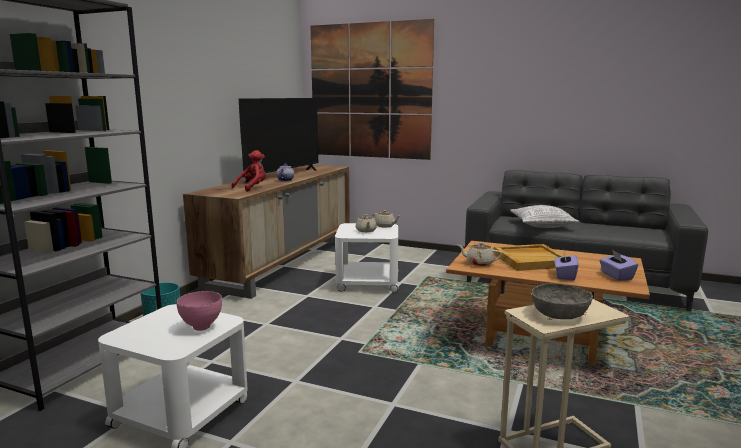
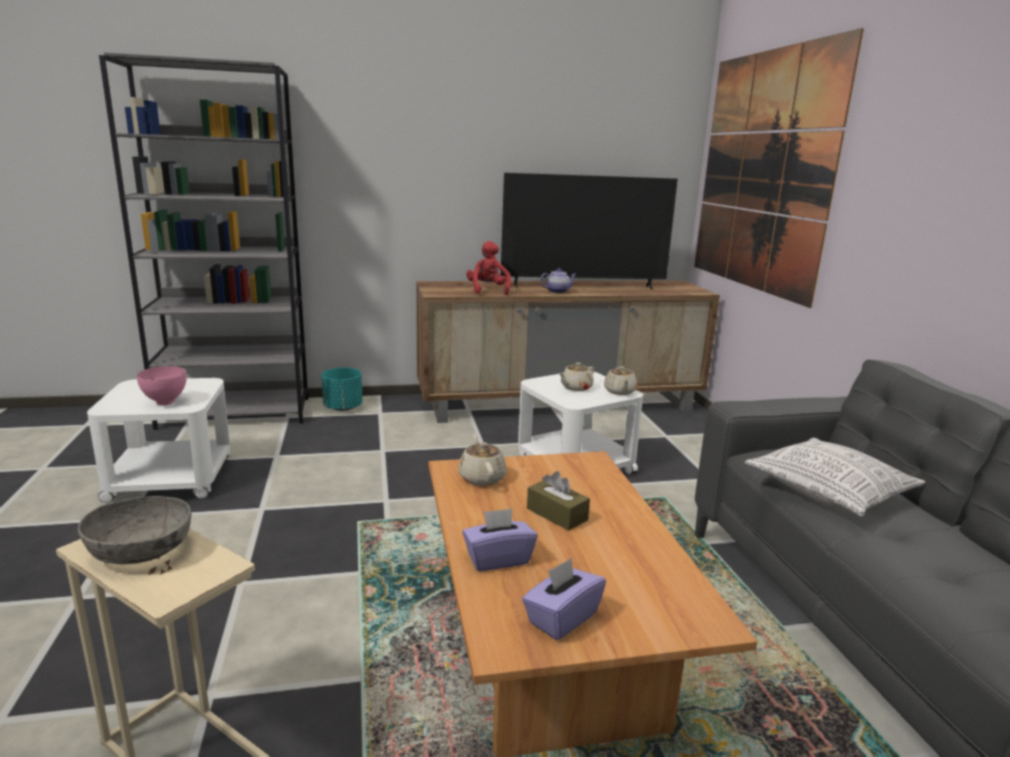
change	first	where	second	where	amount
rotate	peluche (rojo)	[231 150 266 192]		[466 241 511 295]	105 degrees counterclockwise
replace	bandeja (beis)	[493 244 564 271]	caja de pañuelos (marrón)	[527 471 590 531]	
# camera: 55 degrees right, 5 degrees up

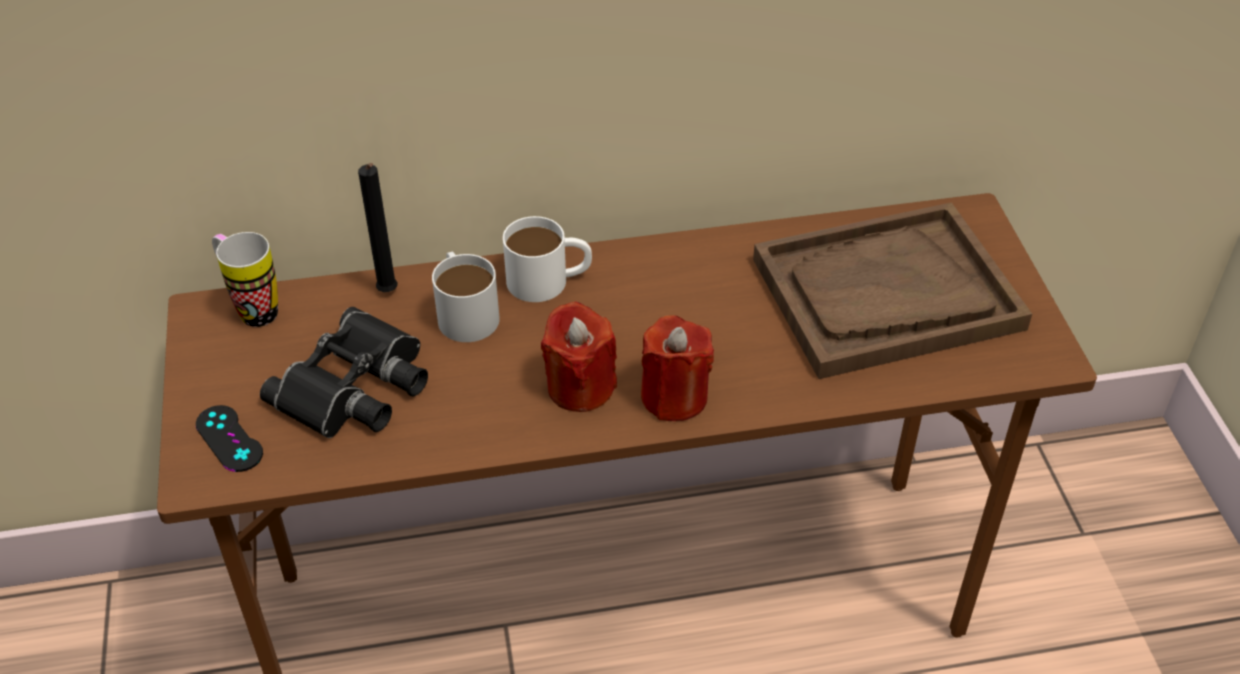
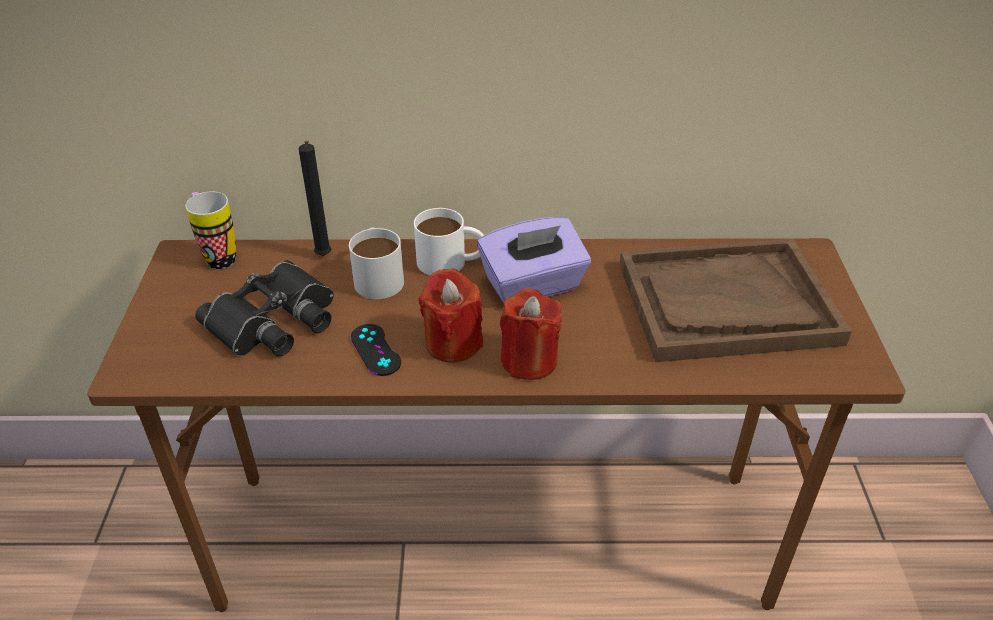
change	first	where	second	where	amount
move	mando de consola (negro)	[196 405 263 472]		[351 324 401 376]	
insert			caja de pañuelos (morado)	[477 217 591 303]	
# camera: 10 degrees right, 5 degrees down

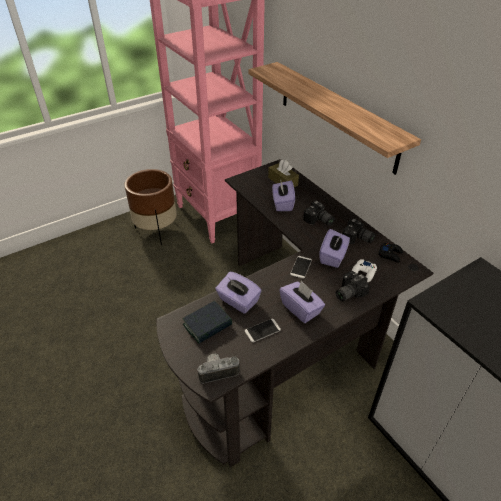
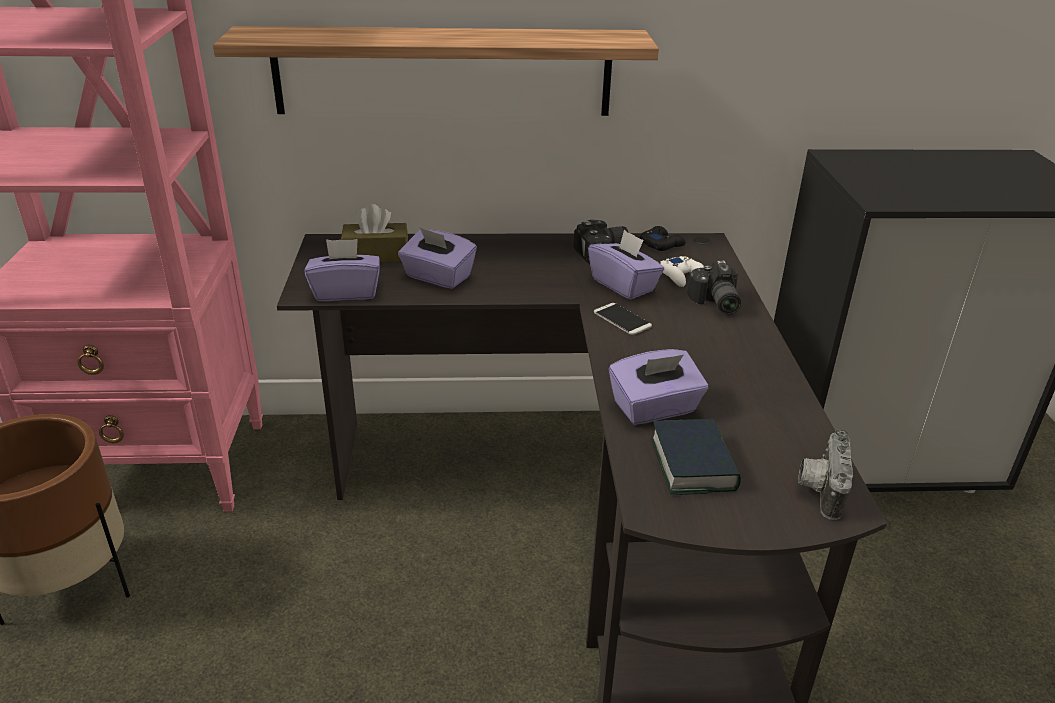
change	first	where	second	where	amount
move	caja de pañuelos (morado)	[280 280 325 323]		[305 239 380 301]	
delete	móvil	[245 319 281 342]			
delete	cámara	[303 201 335 226]			
# camera: 60 degrees left, 10 degrees down

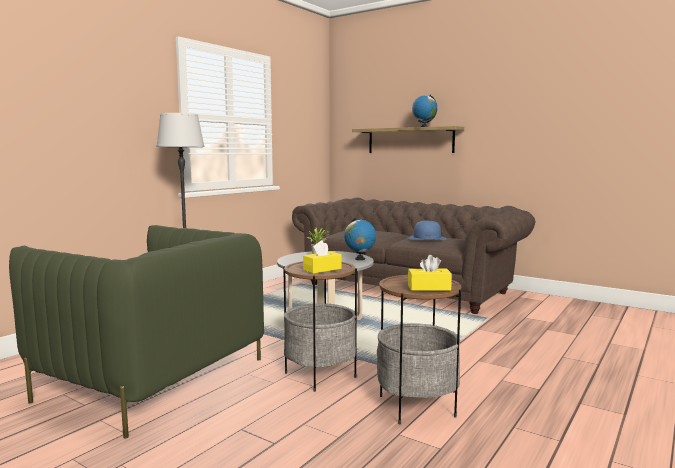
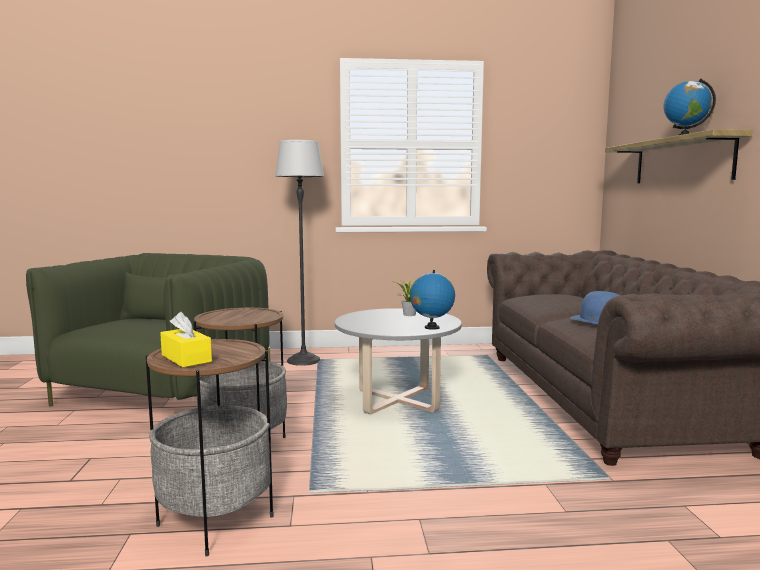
change	first	where	second	where	amount
rotate	sillón (verde)	[9 225 264 438]		[26 253 270 407]	150 degrees counterclockwise
delete	caja de pañuelos (amarillo)	[303 240 342 274]			
# camera: 50 degrees right, 0 degrees up

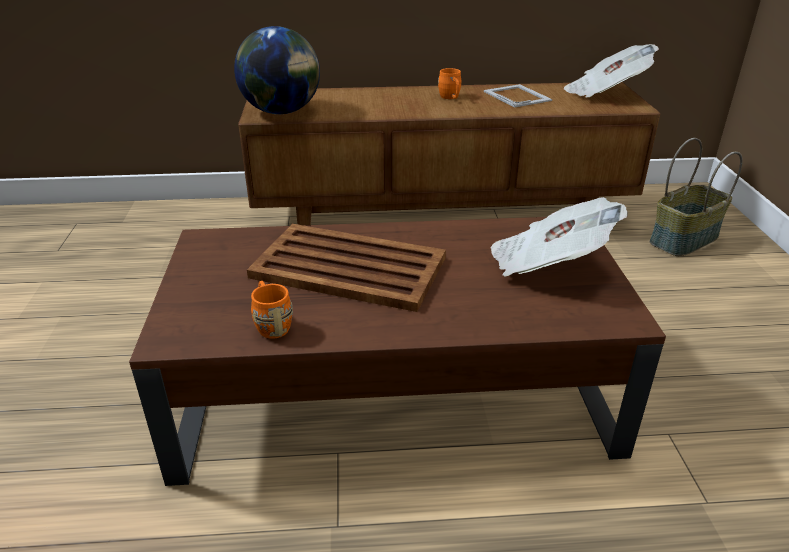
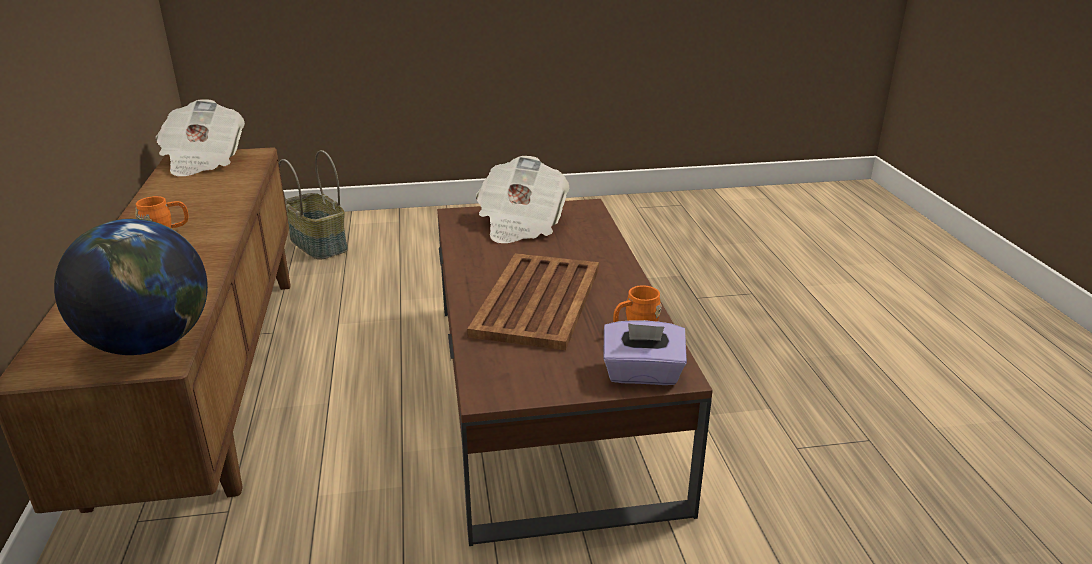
change	first	where	second	where	amount
insert			caja de pañuelos (morado)	[603 320 687 385]	
delete	portarretratos	[484 84 552 108]			
# camera: 95 degrees left, 5 degrees down

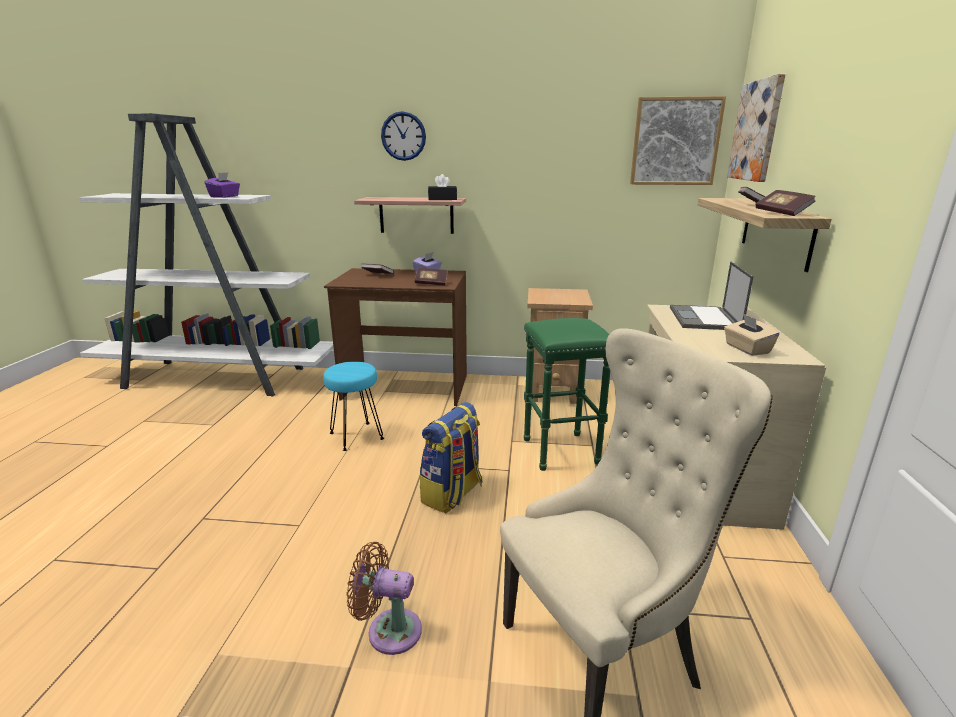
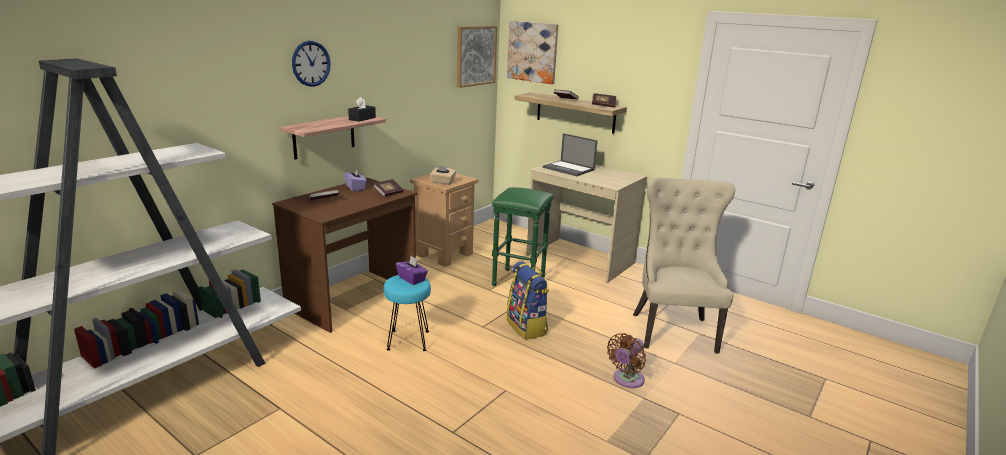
change	first	where	second	where	amount
move	caja de pañuelos (morado)	[204 173 240 198]		[396 256 428 285]	
move	caja de pañuelos (beis)	[724 313 780 356]		[430 165 456 185]	
# camera: 60 degrees left, 0 degrees up

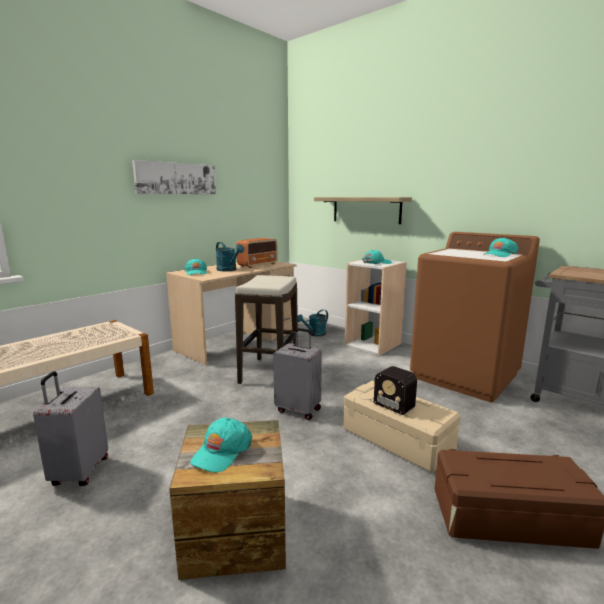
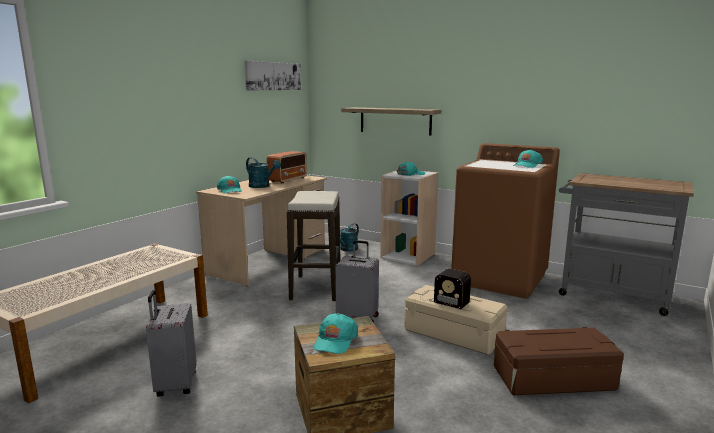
change	first	where	second	where	amount
move	cuadro	[132 160 216 194]		[244 61 301 90]	
# camera: 10 degrees left, 0 degrees up

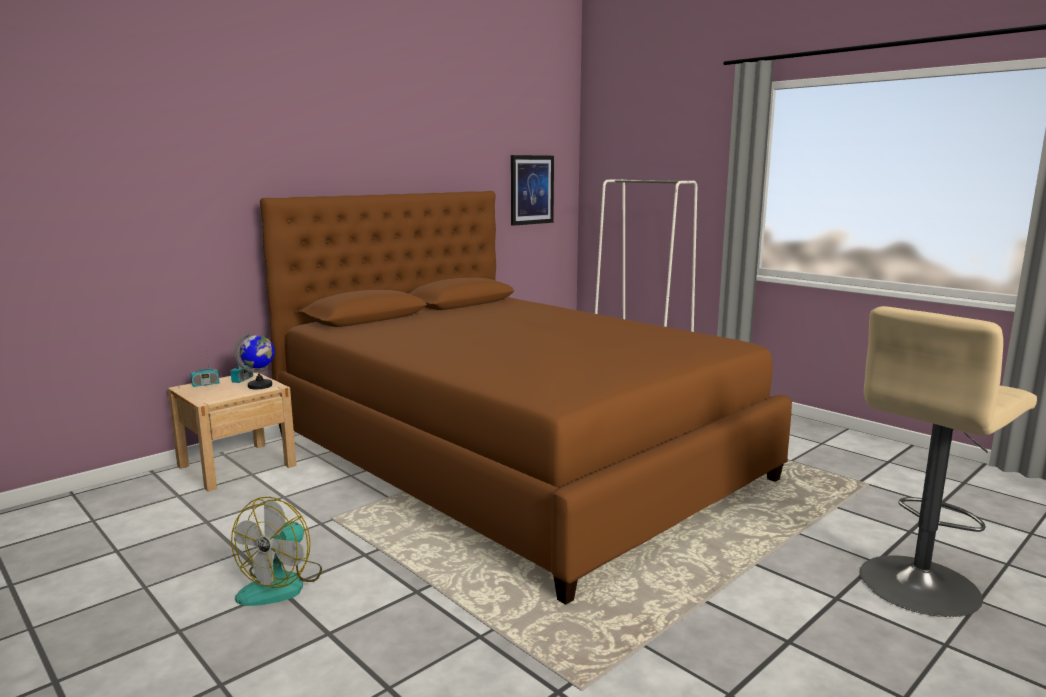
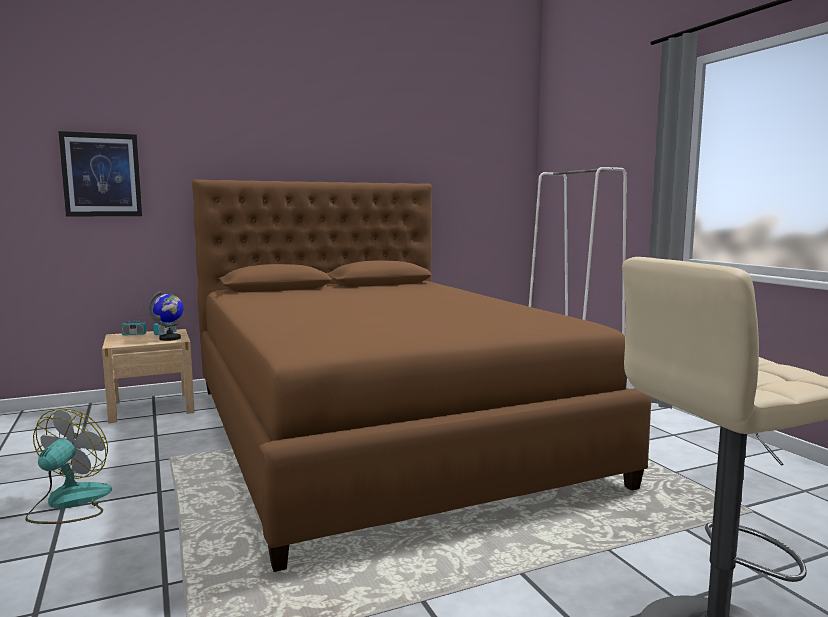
change	first	where	second	where	amount
rotate	ventilador	[231 497 322 606]		[25 409 112 524]	150 degrees clockwise
move	cuadro	[511 155 554 226]		[58 131 142 217]	
# camera: 20 degrees right, 5 degrees down

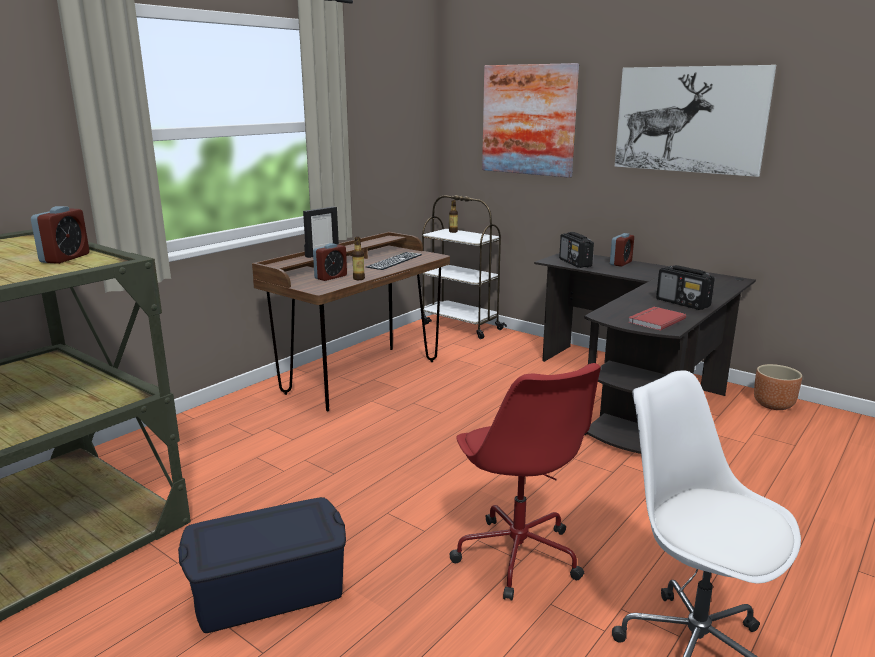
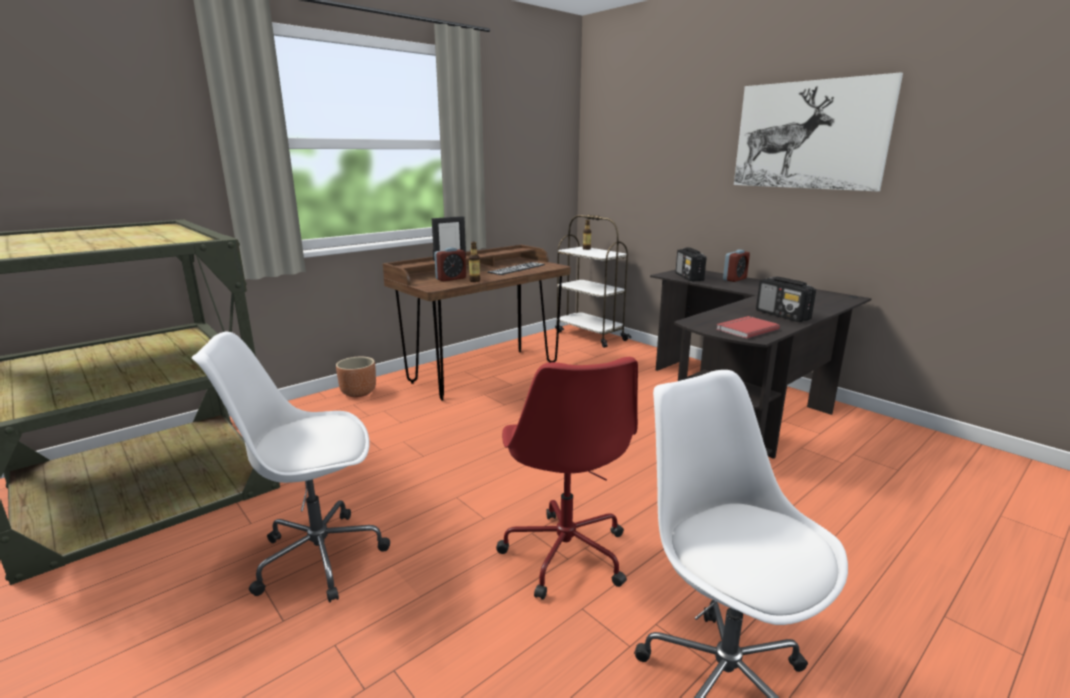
change	first	where	second	where	amount
replace	caja de almacenaje (azul)	[178 497 346 633]	silla de oficina (blanco)	[192 332 390 602]	
move	maceta (marrón)	[754 364 802 410]		[336 357 376 397]	
delete	despertador	[31 206 89 264]			
delete	cuadro	[482 63 579 178]			
# camera: 10 degrees right, 0 degrees up

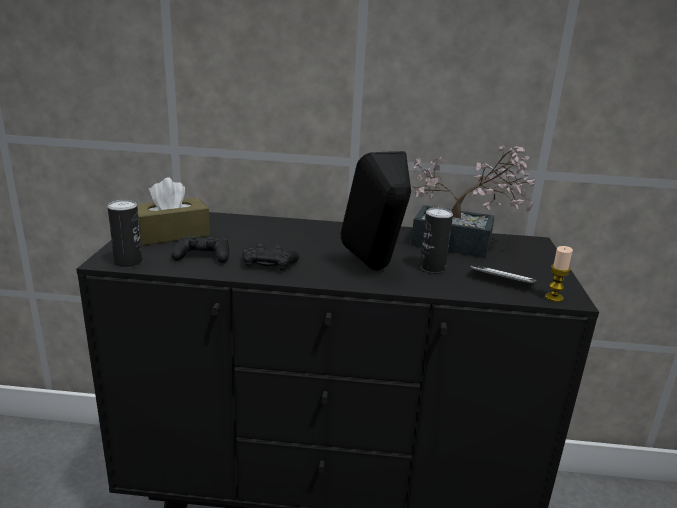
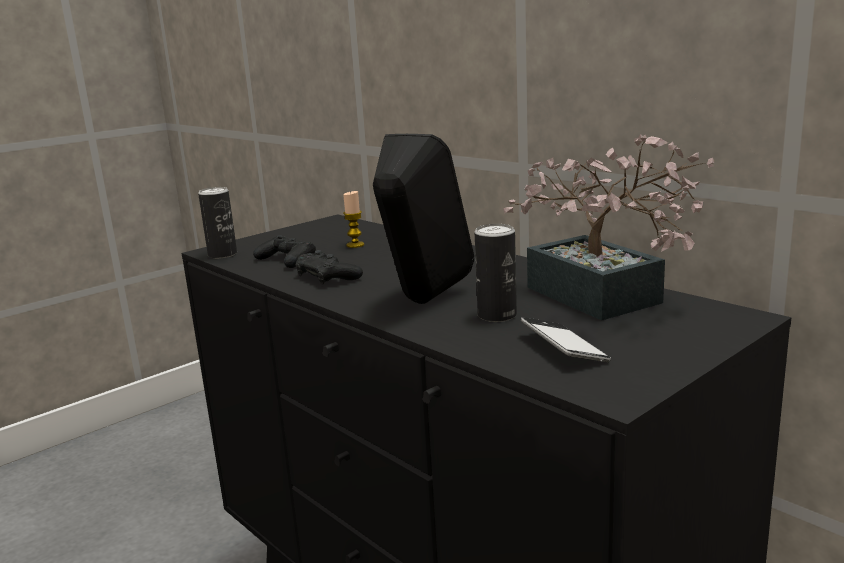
change	first	where	second	where	amount
move	vela	[545 246 573 302]		[343 191 364 248]	
delete	caja de pañuelos (marrón)	[137 177 210 245]			
# camera: 45 degrees right, 5 degrees down

